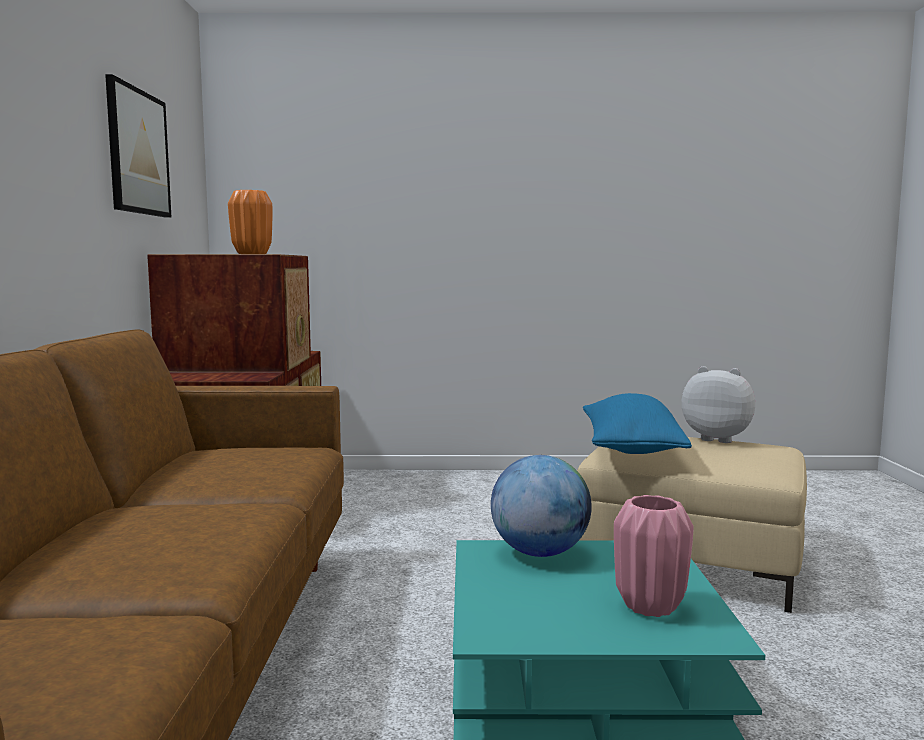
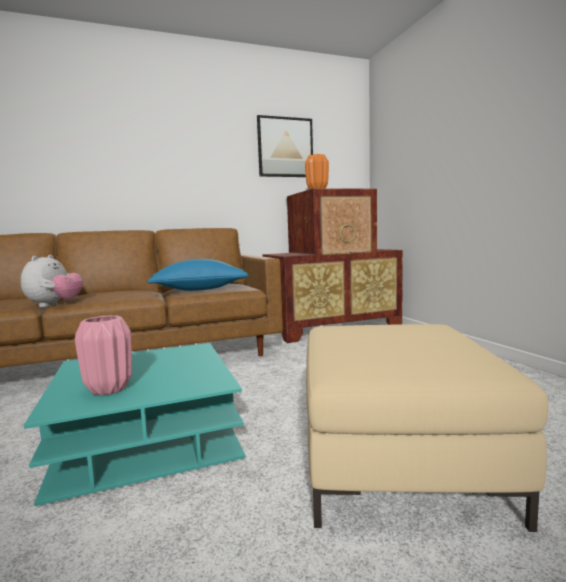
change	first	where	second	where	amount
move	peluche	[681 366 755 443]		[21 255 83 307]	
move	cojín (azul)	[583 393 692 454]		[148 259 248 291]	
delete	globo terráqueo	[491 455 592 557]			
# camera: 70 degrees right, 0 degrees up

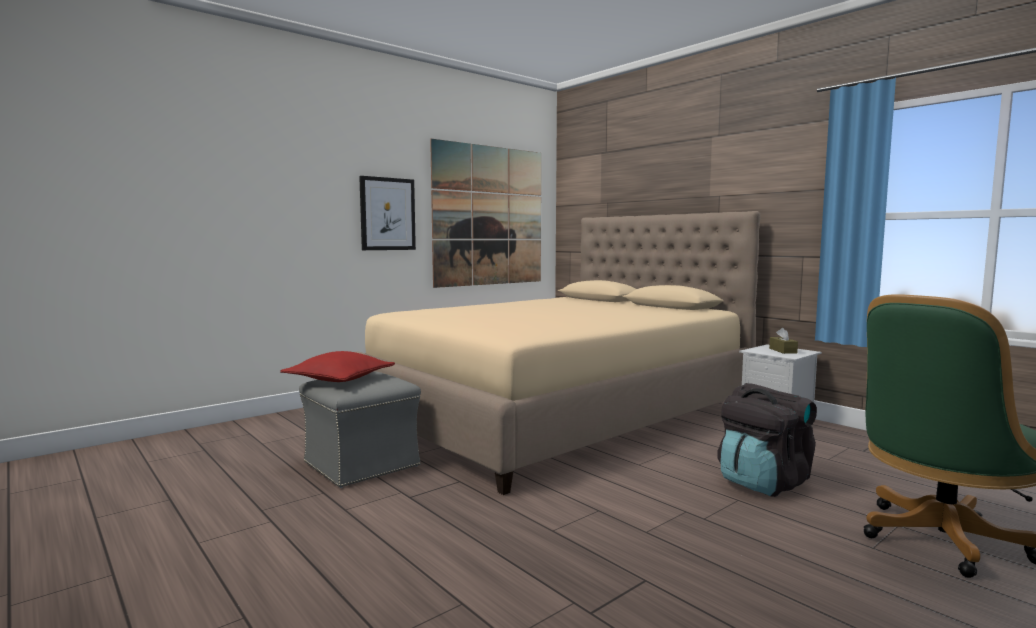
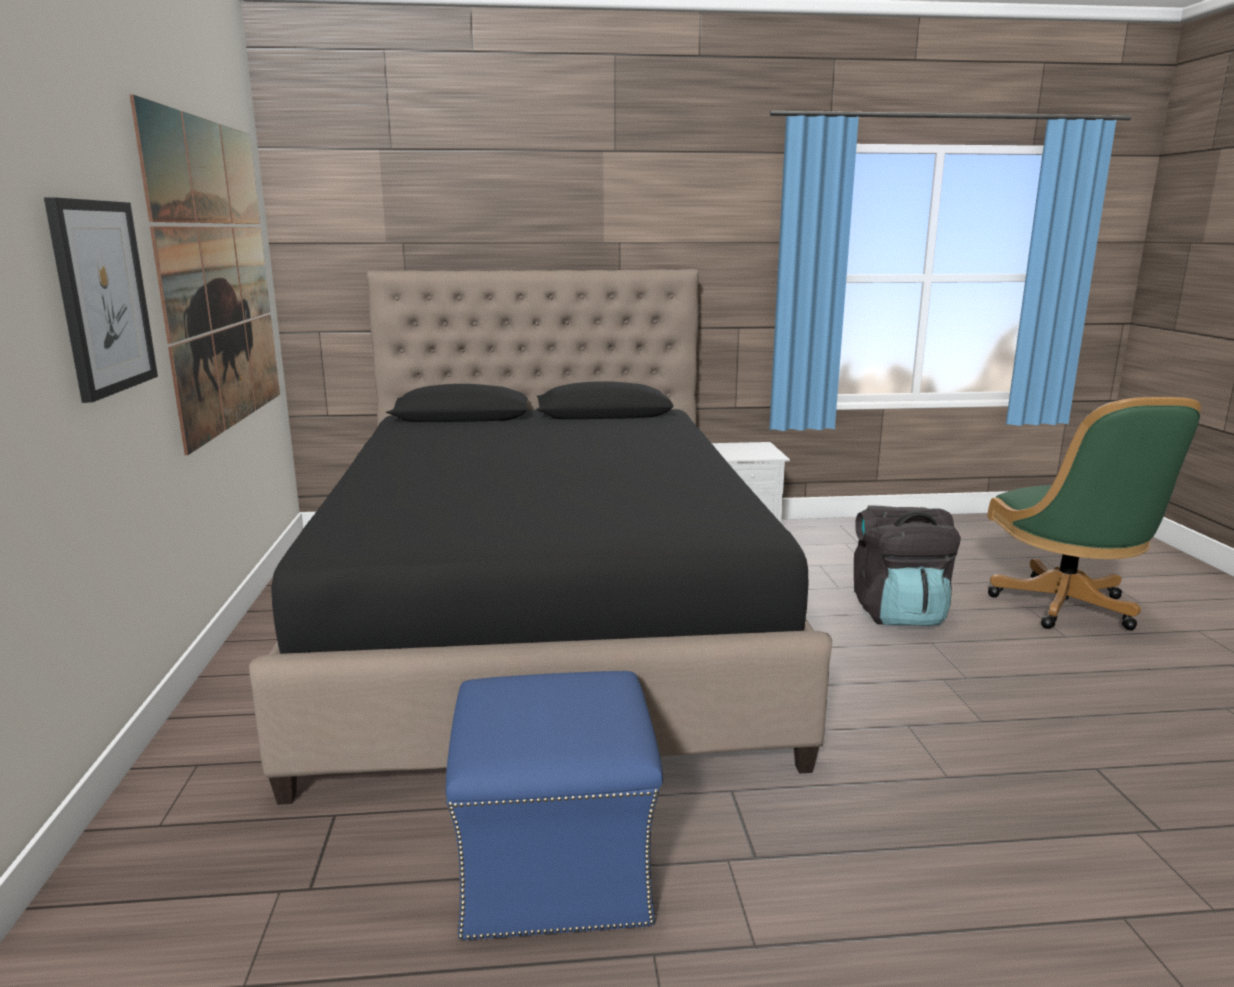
change	first	where	second	where	amount
recolor	cama (beis)	[356 211 760 495]	cama (negro)	[249 269 832 805]	
recolor	puf (gris)	[299 371 421 488]	puf (azul)	[446 671 663 940]	
delete	cojín (rojo)	[280 351 395 382]			
delete	caja de pañuelos (marrón)	[769 328 798 354]			
# camera: 55 degrees left, 10 degrees up

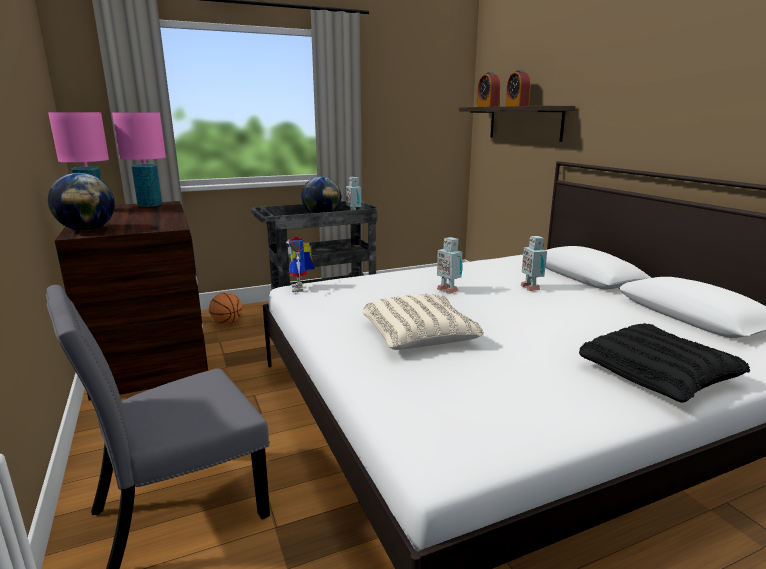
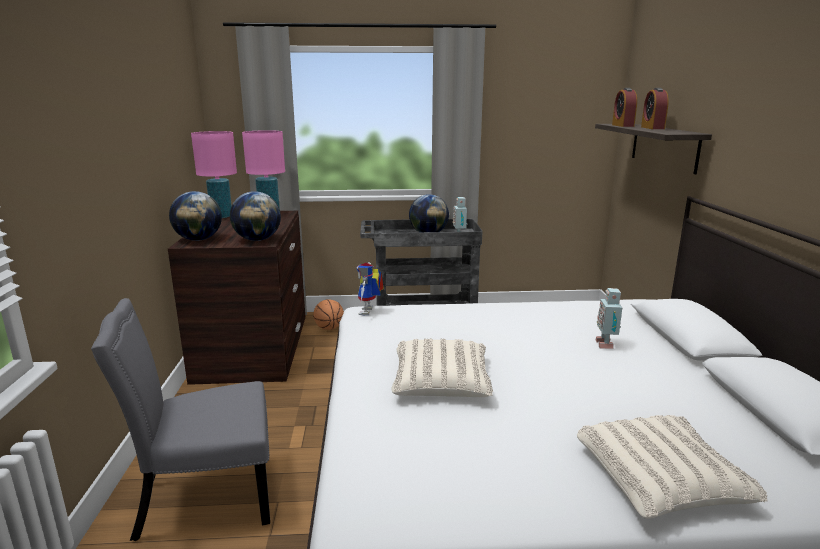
change	first	where	second	where	amount
insert			globo terráqueo	[230 191 281 241]	
recolor	cojín (negro)	[579 323 750 403]	cojín (beis)	[577 415 768 519]	
delete	robot de juguete	[437 237 463 294]			
# camera: 20 degrees right, 0 degrees up

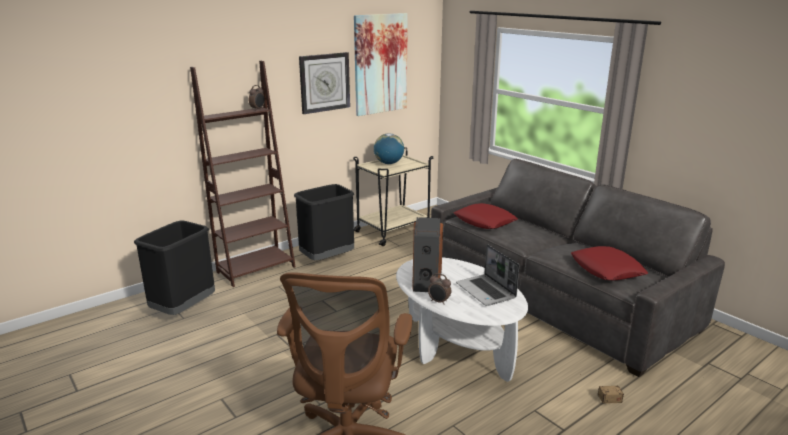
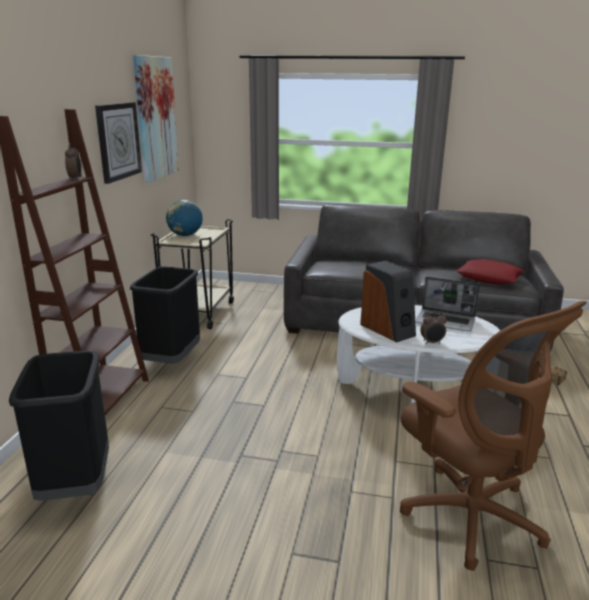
change	first	where	second	where	amount
delete	cojín (rojo)	[454 203 518 229]			
# camera: 40 degrees left, 0 degrees up

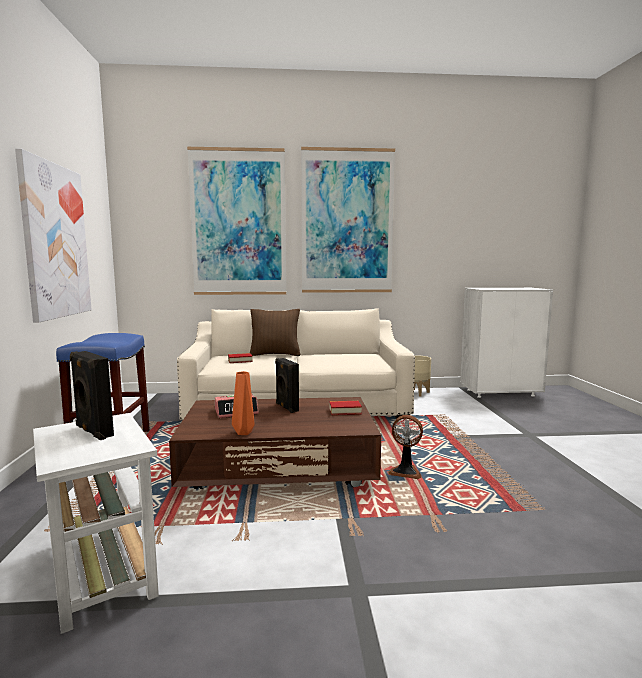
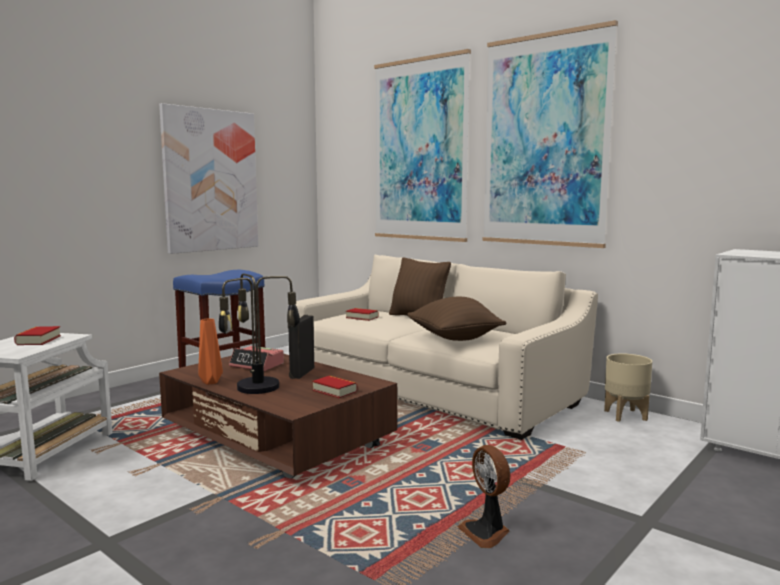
change	first	where	second	where	amount
replace	altavoz (negro)	[70 351 114 440]	libro	[14 326 61 345]	
insert			lámpara de mesa	[219 274 300 394]	
insert			cojín (marrón)	[407 297 507 341]	
move	ventilador	[388 415 423 479]		[457 445 510 548]	
# camera: 45 degrees right, 0 degrees up

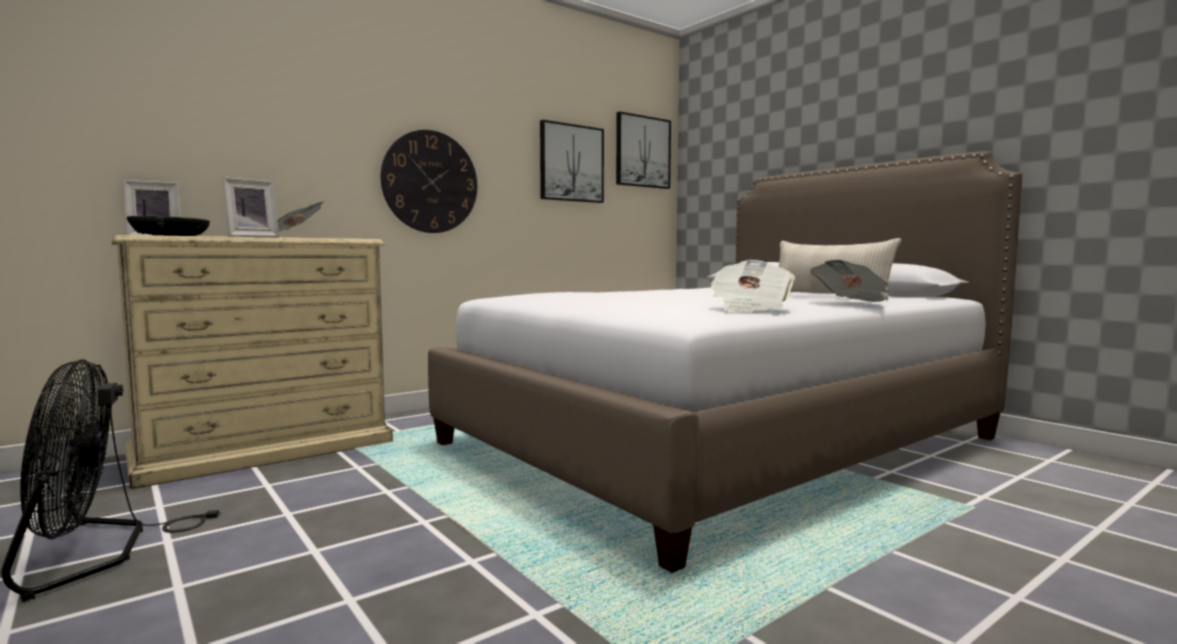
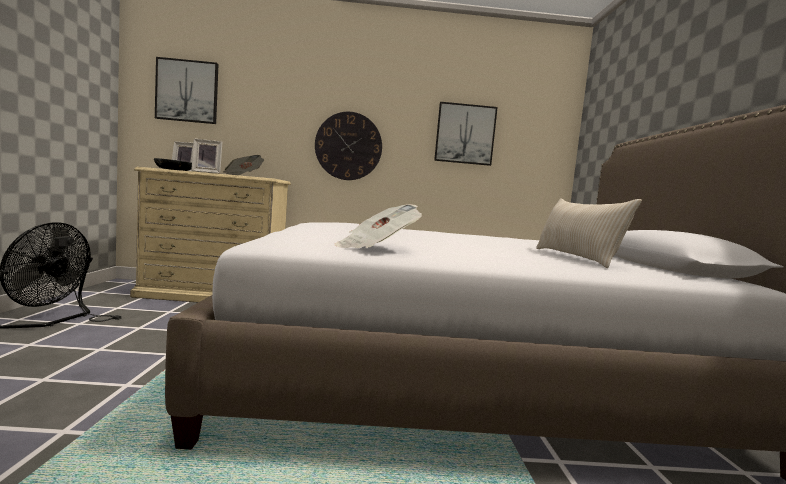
change	first	where	second	where	amount
move	cuadro	[616 112 671 189]		[155 57 219 124]	
delete	periódico	[811 260 888 302]			
# camera: 35 degrees right, 0 degrees up

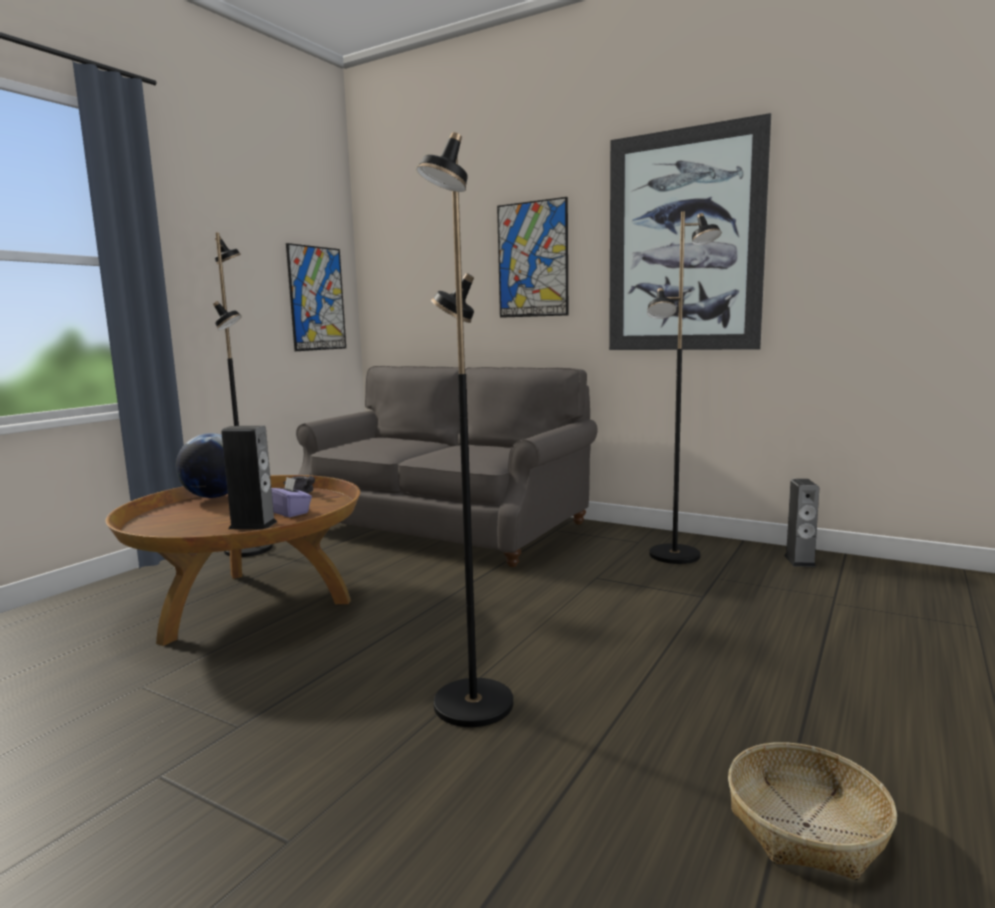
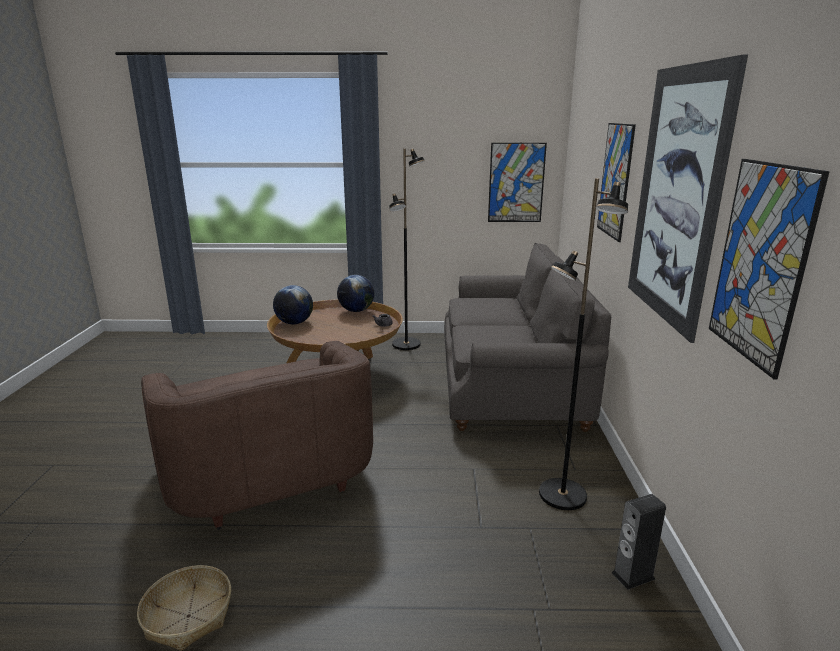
change	first	where	second	where	amount
replace	lámpara de pie (negro)	[416 132 513 727]	sillón (marrón)	[141 341 373 530]	
insert			globo terráqueo	[273 285 313 324]	
insert			cuadro	[709 159 830 379]	
delete	altavoz	[221 426 277 529]			
delete	caja de pañuelos (morado)	[271 477 312 517]			
# camera: 60 degrees right, 10 degrees up

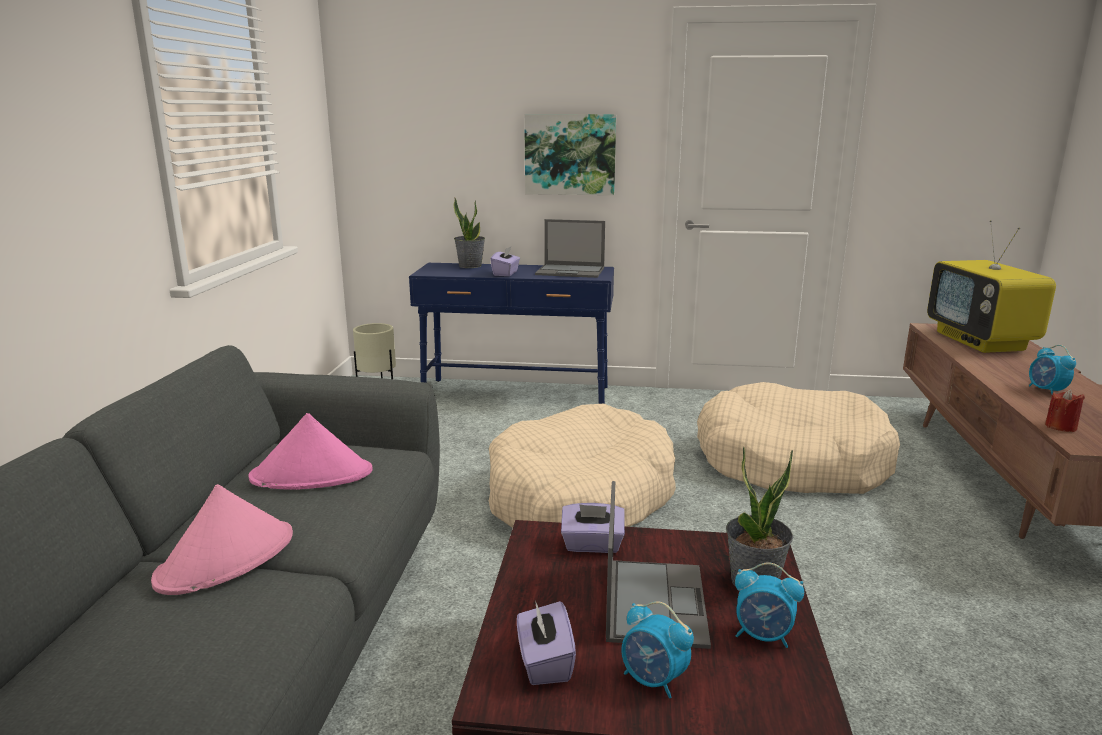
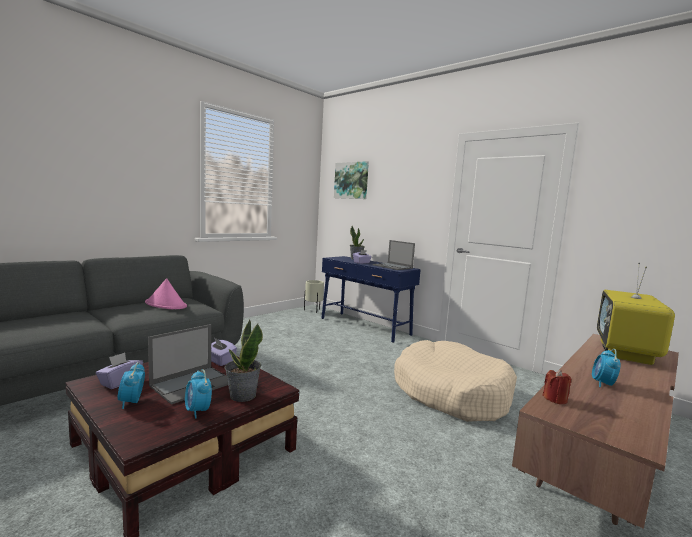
change	first	where	second	where	amount
move	cuadro	[524 114 616 195]		[334 161 369 199]	
delete	sombrero (rosa)	[151 484 293 595]			
delete	cama para perro (beis)	[489 404 676 528]			
# camera: 35 degrees right, 10 degrees down

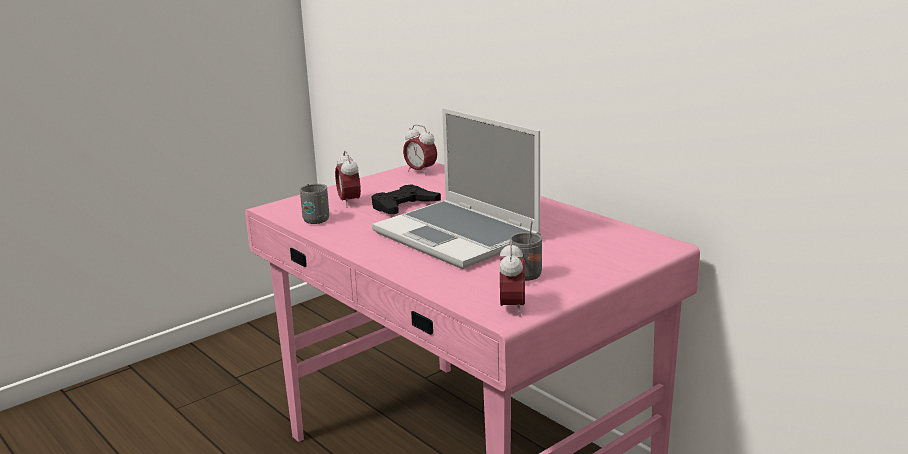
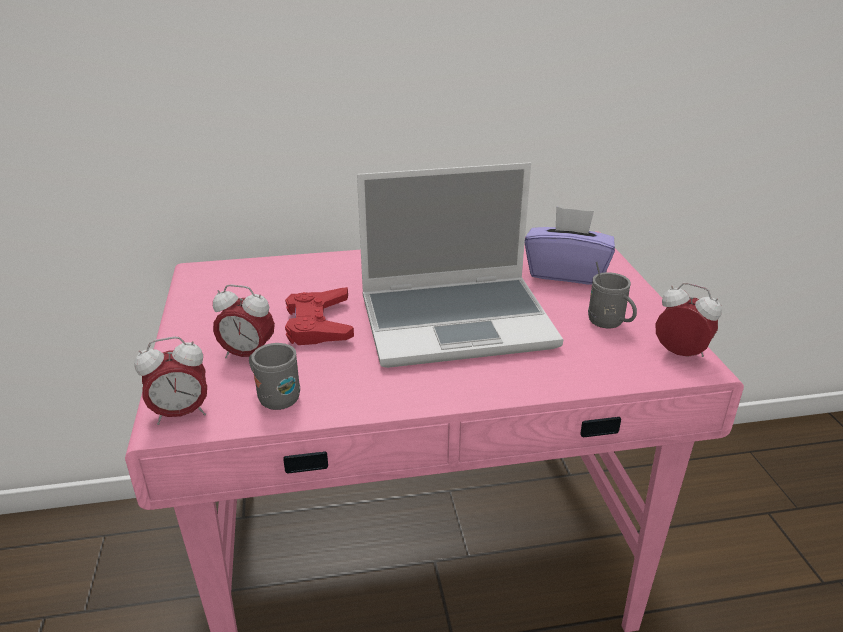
change	first	where	second	where	amount
move	despertador	[403 124 437 176]		[134 337 207 425]	
recolor	mando de consola (negro)	[371 184 441 214]	mando de consola (rojo)	[285 287 354 345]	
insert			caja de pañuelos (morado)	[525 206 615 285]	
# camera: 60 degrees left, 10 degrees up

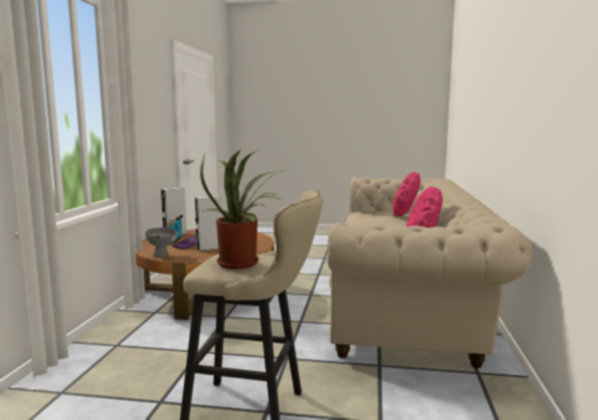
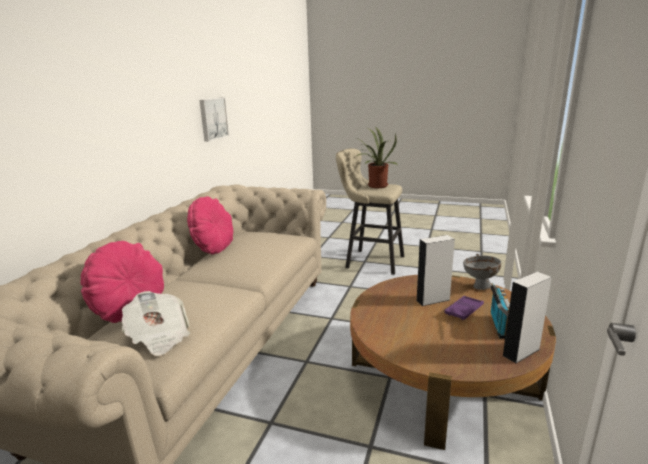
change	first	where	second	where	amount
insert			cuadro	[199 97 229 142]	
# camera: 170 degrees left, 10 degrees up

